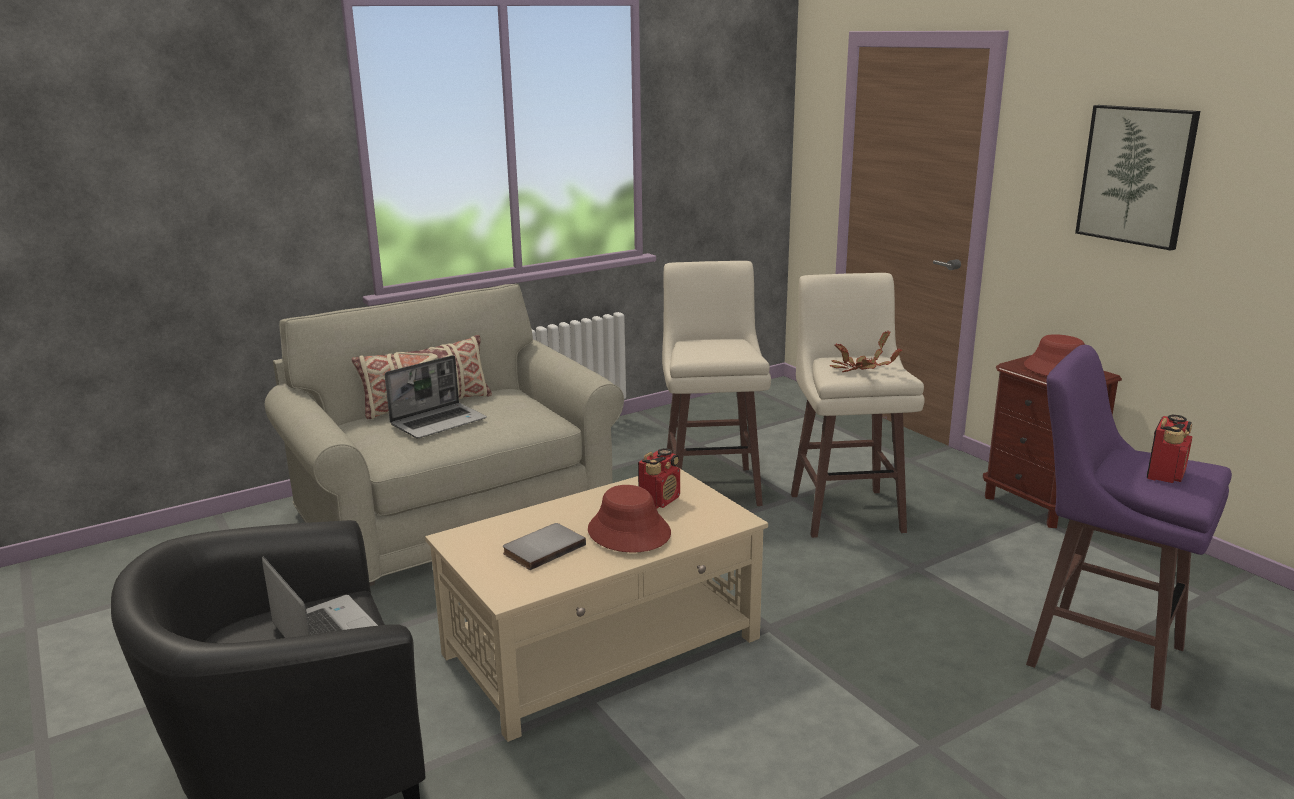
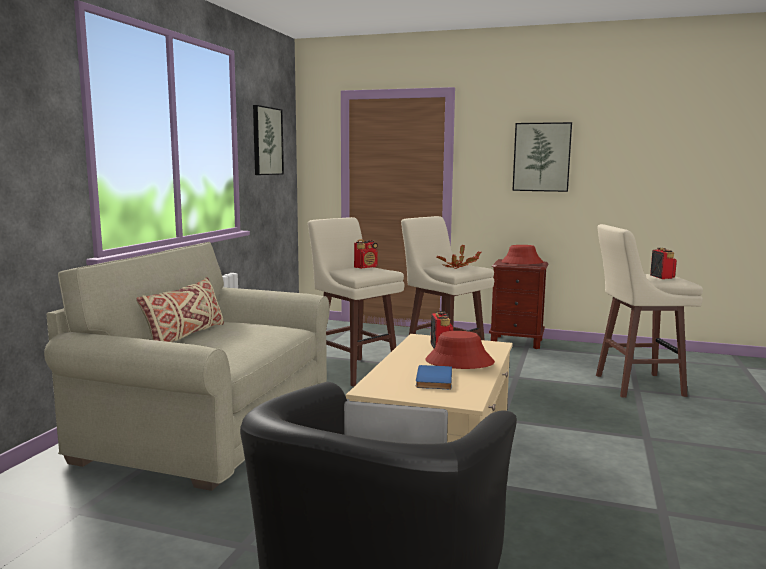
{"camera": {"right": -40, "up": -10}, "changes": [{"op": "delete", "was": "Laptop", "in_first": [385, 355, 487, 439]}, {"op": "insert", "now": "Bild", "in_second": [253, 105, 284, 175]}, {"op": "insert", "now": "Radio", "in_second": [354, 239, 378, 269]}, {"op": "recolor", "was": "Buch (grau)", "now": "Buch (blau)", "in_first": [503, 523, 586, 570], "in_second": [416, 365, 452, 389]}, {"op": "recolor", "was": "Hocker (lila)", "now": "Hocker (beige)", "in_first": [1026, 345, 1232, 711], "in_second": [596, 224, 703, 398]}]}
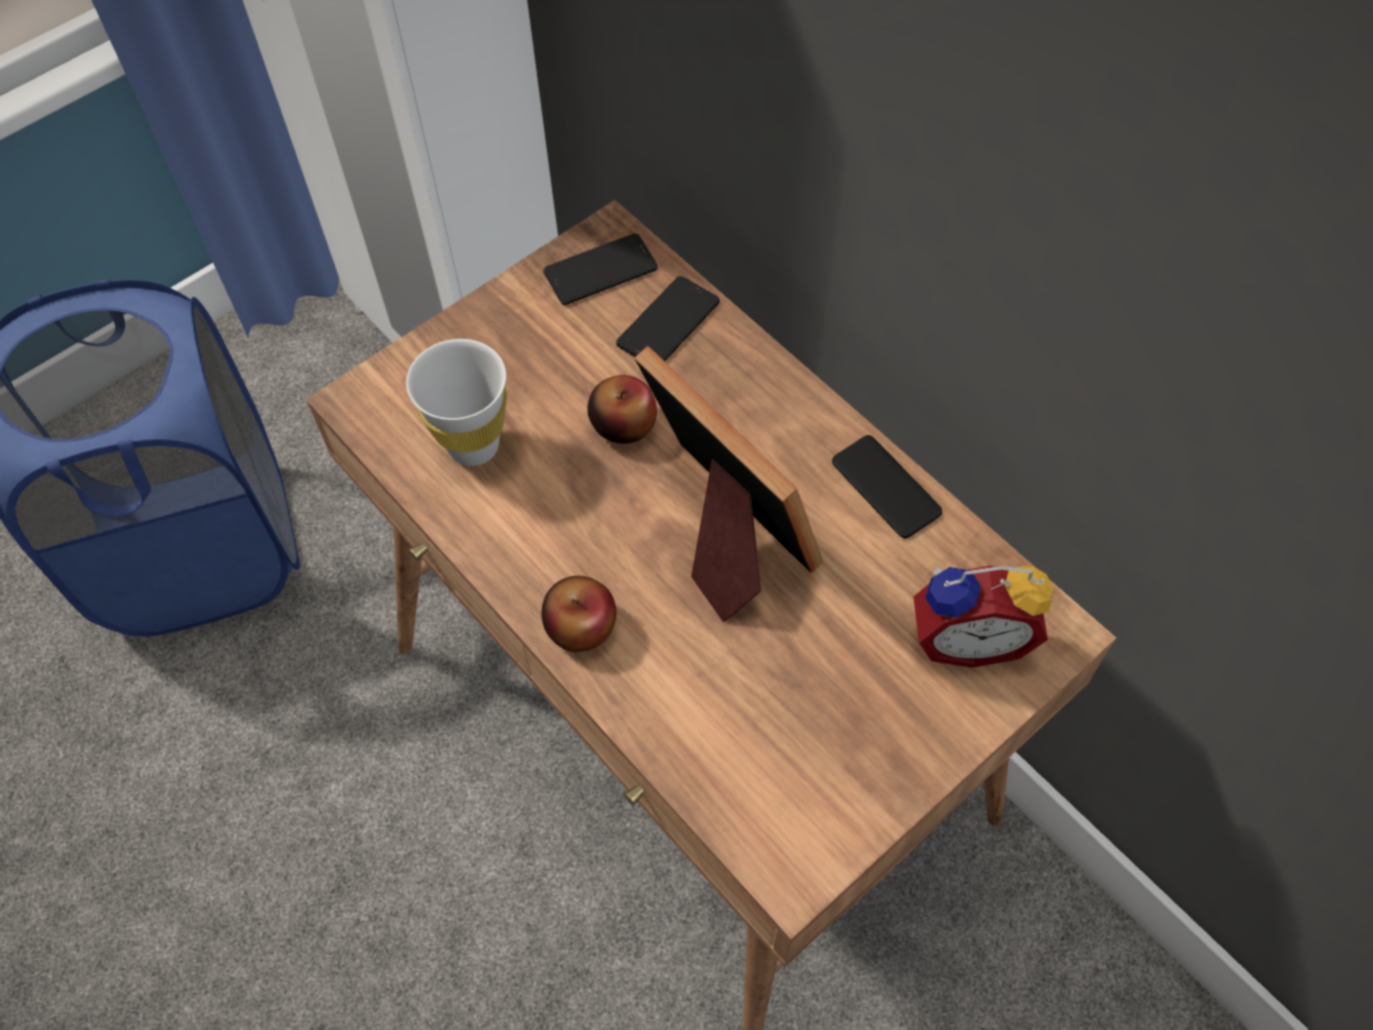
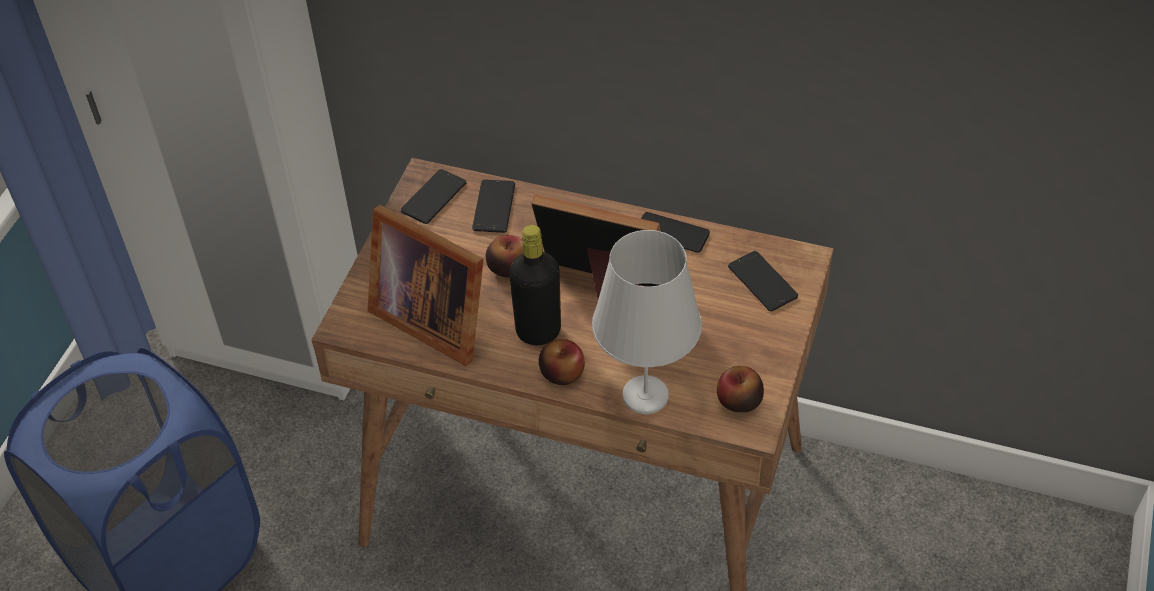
{"camera": {"right": -30, "up": -10}, "changes": [{"op": "insert", "now": "Flasche (schwarz)", "in_second": [509, 225, 561, 345]}, {"op": "insert", "now": "Tischlampe (weiß)", "in_second": [592, 230, 702, 414]}, {"op": "insert", "now": "Apfel", "in_second": [717, 366, 764, 412]}, {"op": "replace", "was": "Tasse (weiß)", "now": "Bilderrahmen", "in_first": [406, 339, 507, 466], "in_second": [368, 205, 484, 366]}, {"op": "replace", "was": "Wecker", "now": "Handy", "in_first": [913, 565, 1054, 668], "in_second": [728, 251, 798, 311]}]}
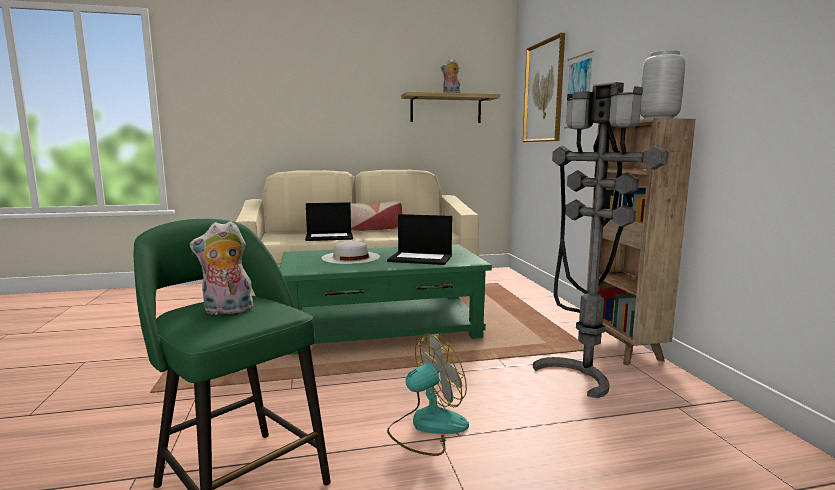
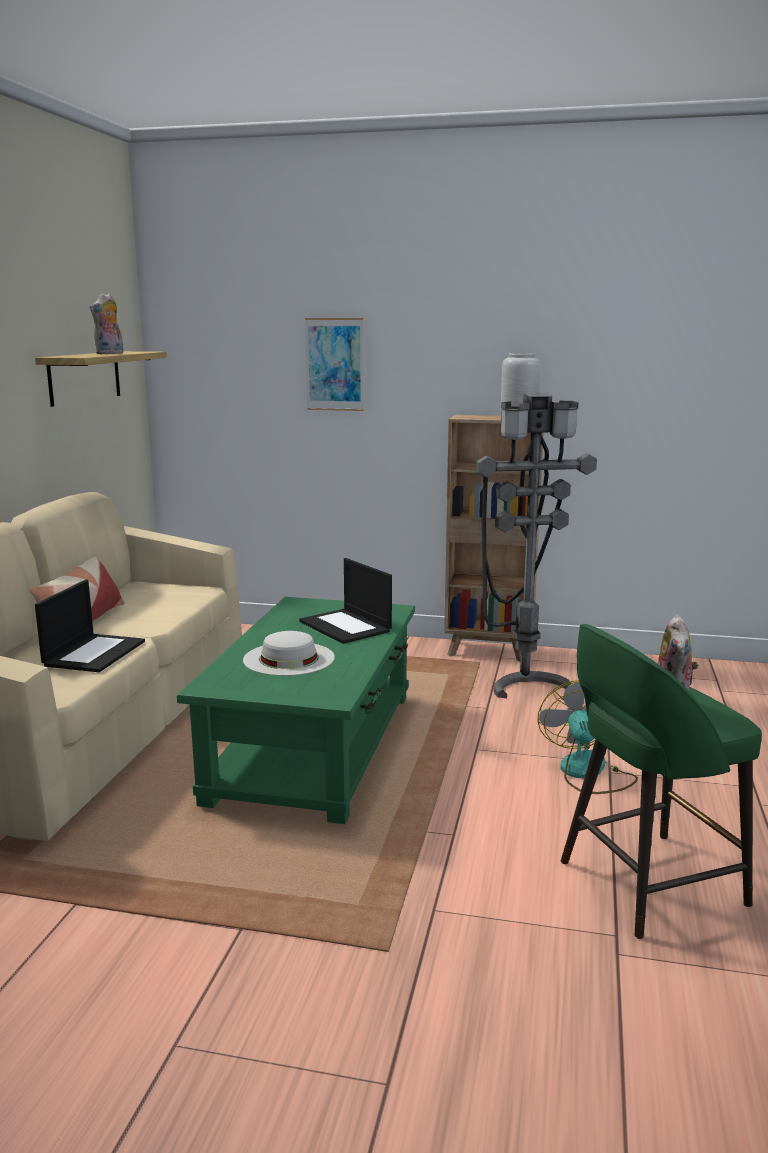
{"camera": {"right": -65, "up": 5}, "changes": [{"op": "delete", "was": "Bild", "in_first": [523, 33, 565, 142]}, {"op": "rotate", "was": "Laptop", "in_first": [387, 214, 452, 265], "in_second": [299, 558, 392, 644], "clockwise": 105}]}
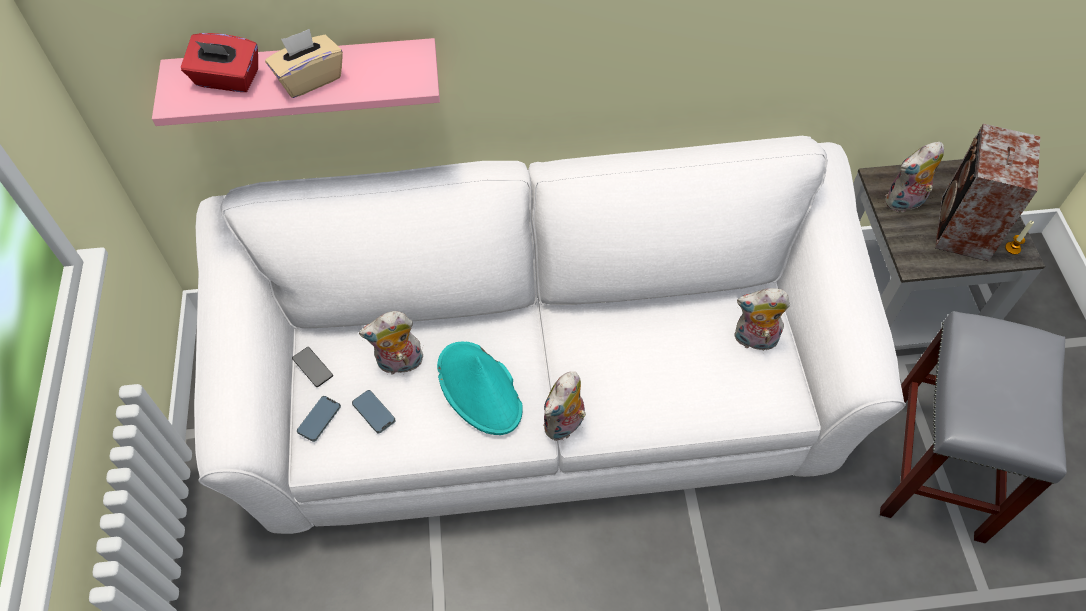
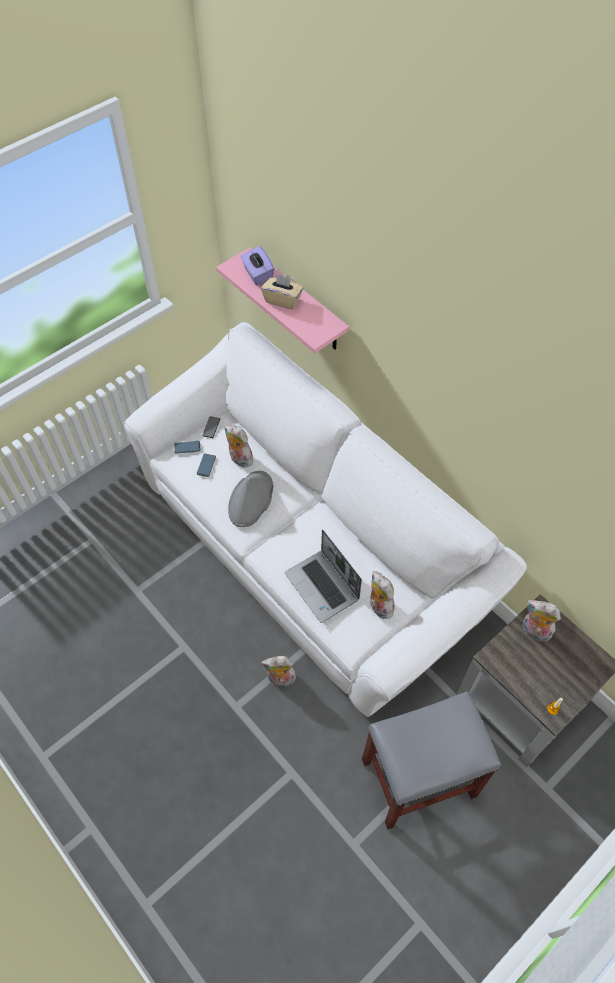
{"camera": {"right": 55, "up": 0}, "changes": [{"op": "delete", "was": "Lautsprecher", "in_first": [935, 124, 1040, 262]}, {"op": "insert", "now": "Laptop", "in_second": [285, 529, 362, 623]}, {"op": "move", "was": "Plüschtier", "in_first": [543, 371, 586, 441], "in_second": [261, 656, 296, 687]}, {"op": "recolor", "was": "Taschentuchbox (rot)", "now": "Taschentuchbox (lila)", "in_first": [181, 33, 258, 92], "in_second": [241, 246, 274, 285]}, {"op": "recolor", "was": "Hut (türkis)", "now": "Hut (grau)", "in_first": [437, 342, 523, 435], "in_second": [228, 471, 273, 527]}]}
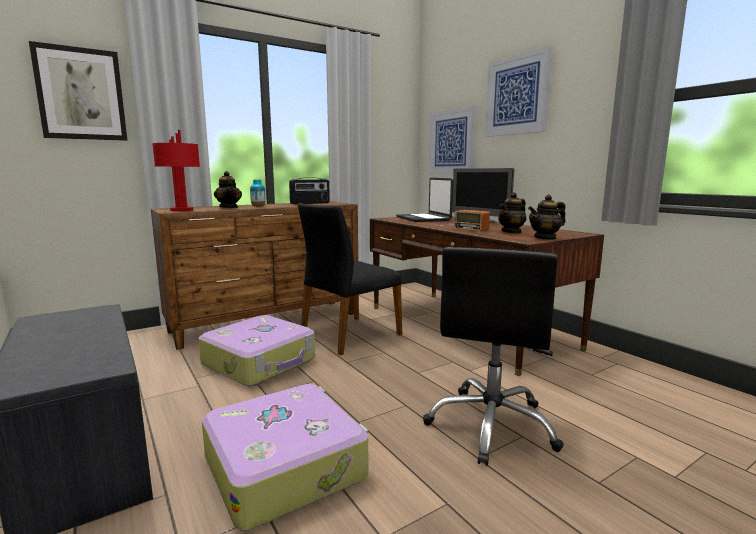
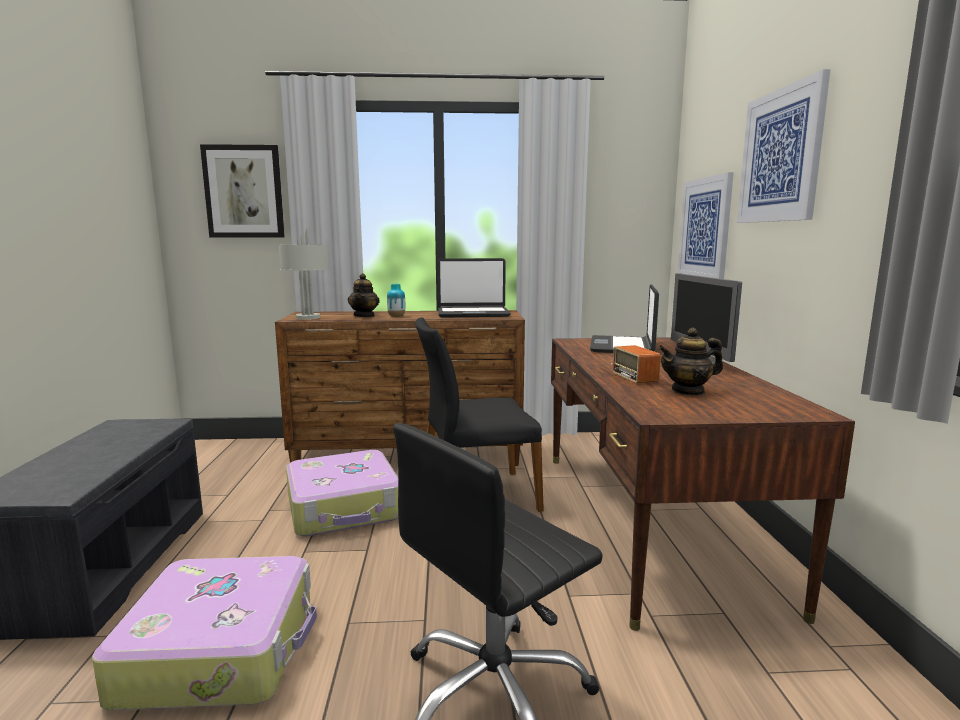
{"camera": {"right": 30, "up": 0}, "changes": [{"op": "delete", "was": "Teekanne", "in_first": [528, 194, 566, 240]}, {"op": "replace", "was": "Radio", "now": "Laptop", "in_first": [289, 178, 330, 205], "in_second": [438, 258, 511, 318]}, {"op": "recolor", "was": "Tischlampe (rot)", "now": "Tischlampe (grau)", "in_first": [152, 130, 200, 211], "in_second": [279, 229, 329, 320]}]}
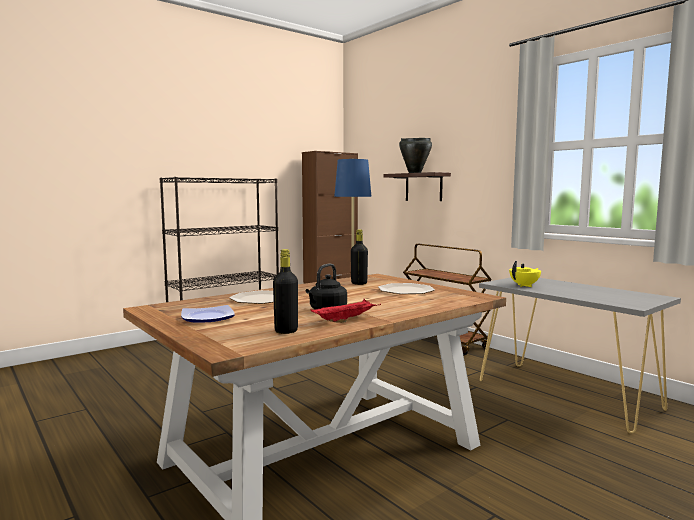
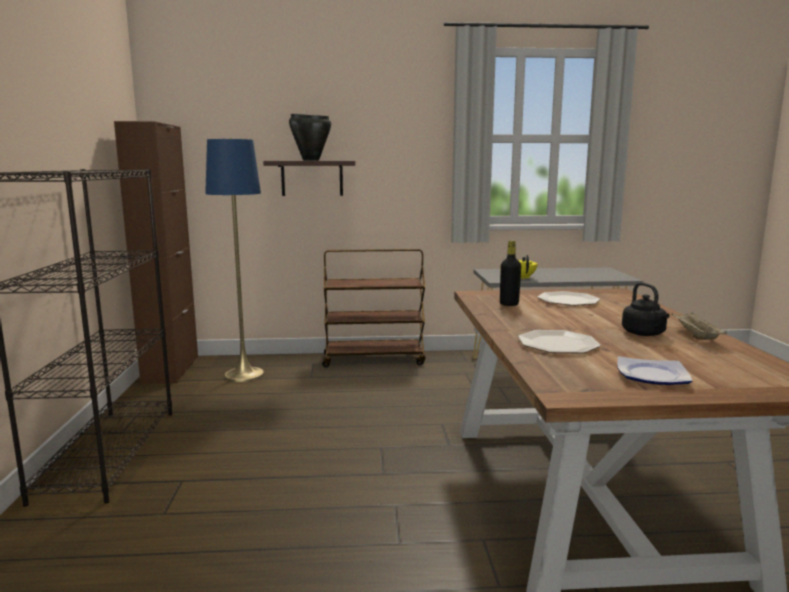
{"camera": {"right": -55, "up": 5}, "changes": [{"op": "delete", "was": "Flasche (schwarz)", "in_first": [273, 249, 298, 334]}, {"op": "recolor", "was": "Tablett (rot)", "now": "Tablett (beige)", "in_first": [311, 299, 381, 323], "in_second": [671, 312, 727, 340]}]}
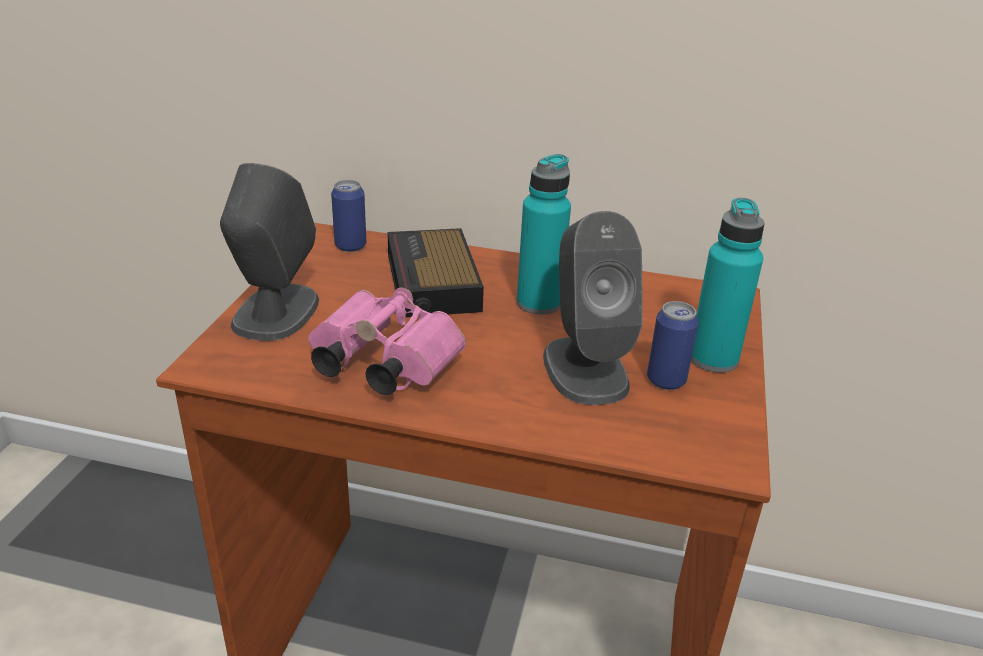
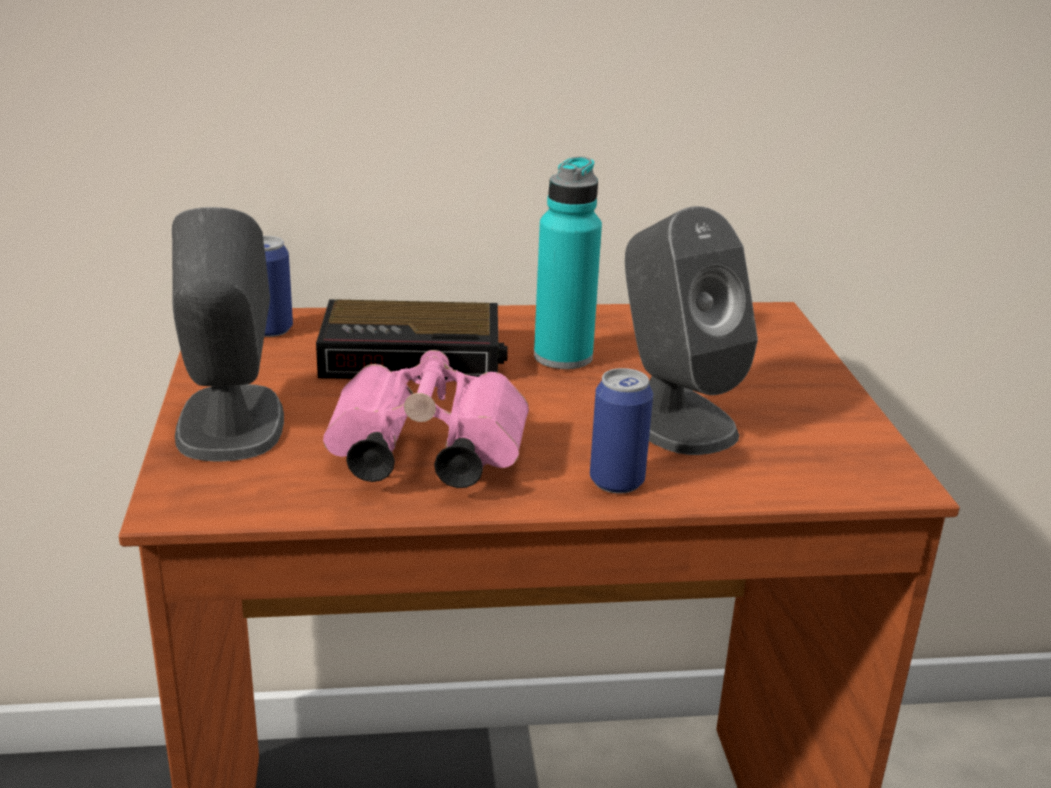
{"camera": {"right": -20, "up": -5}, "changes": [{"op": "delete", "was": "Flasche (türkis)", "in_first": [691, 198, 765, 373]}, {"op": "move", "was": "Dose", "in_first": [647, 301, 699, 390], "in_second": [590, 368, 653, 494]}, {"op": "rotate", "was": "Wecker", "in_first": [388, 228, 484, 317], "in_second": [316, 299, 508, 381], "clockwise": -60}]}
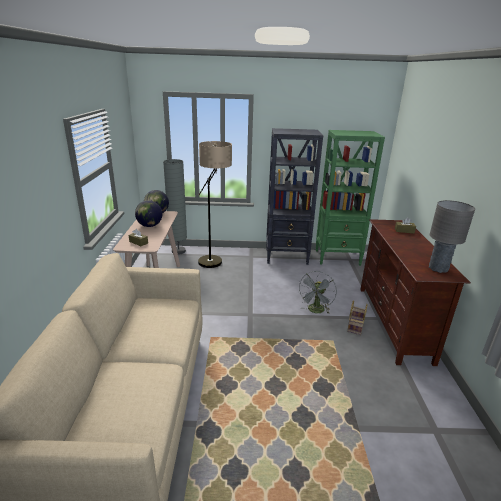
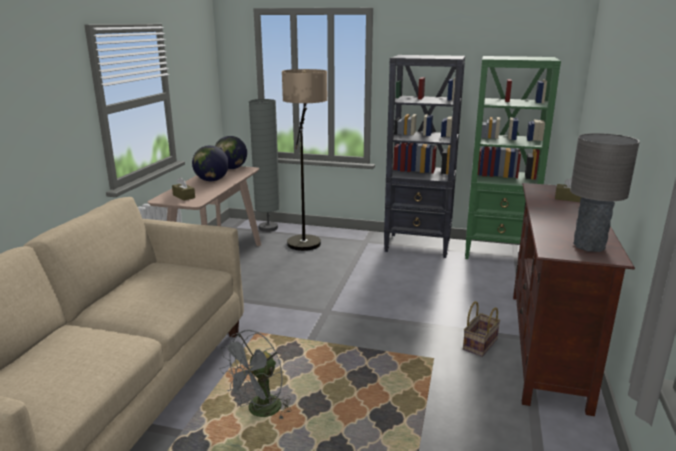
{"camera": {"right": 15, "up": -5}, "changes": [{"op": "move", "was": "Ventilator (grau)", "in_first": [298, 271, 337, 314], "in_second": [220, 330, 291, 421]}]}
